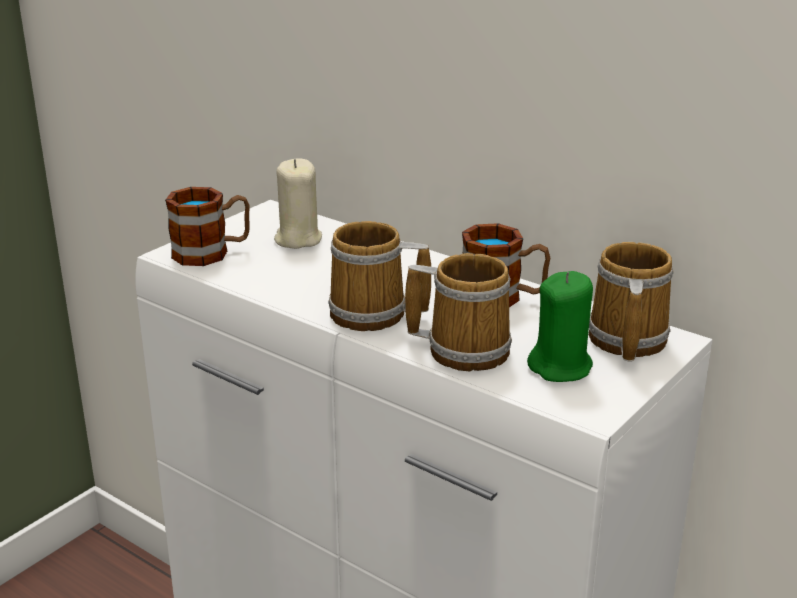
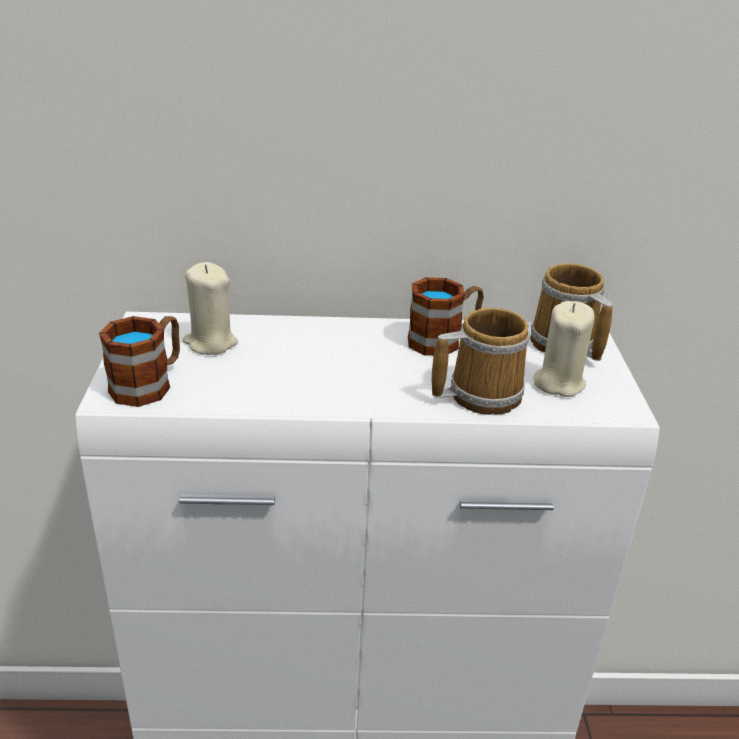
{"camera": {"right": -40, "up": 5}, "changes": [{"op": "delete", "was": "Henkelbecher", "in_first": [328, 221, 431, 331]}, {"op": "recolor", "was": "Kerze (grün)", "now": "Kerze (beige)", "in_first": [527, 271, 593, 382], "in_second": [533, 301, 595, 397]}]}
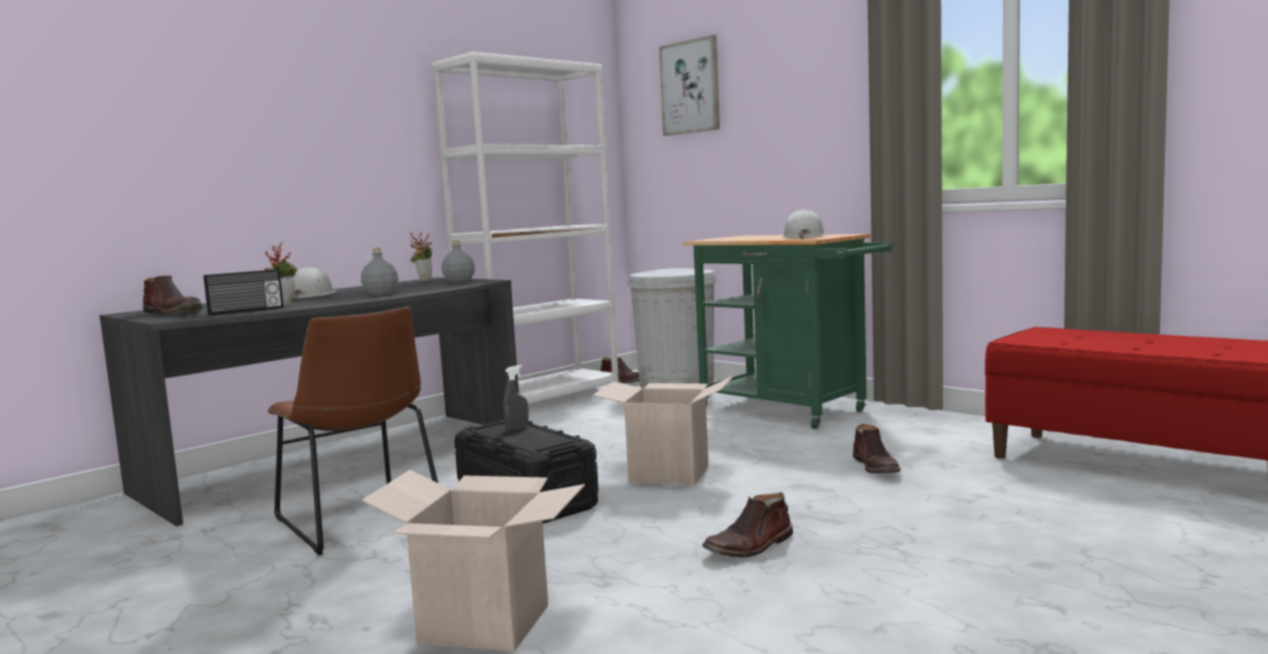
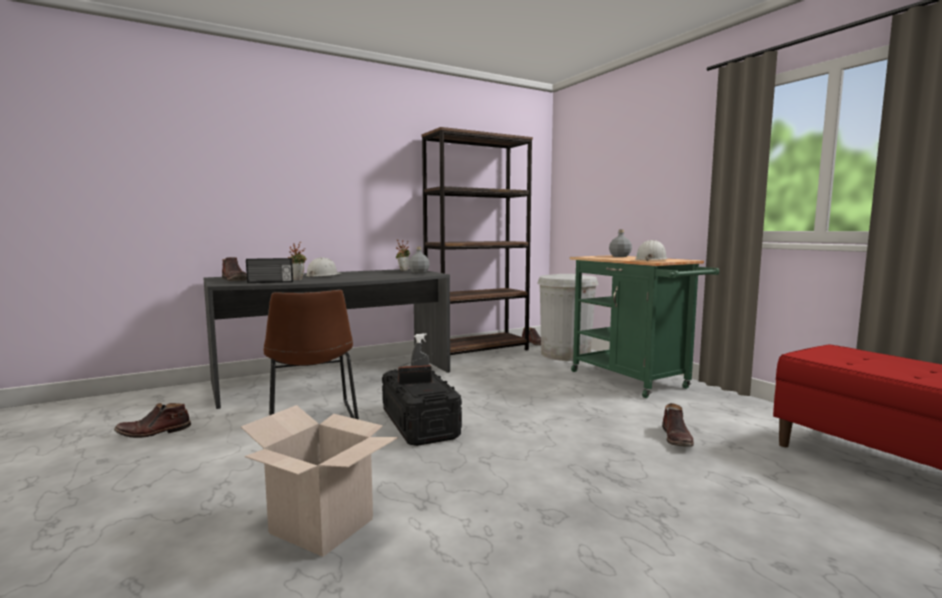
{"camera": {"right": 15, "up": 0}, "changes": [{"op": "delete", "was": "Karton", "in_first": [593, 376, 734, 486]}, {"op": "delete", "was": "Bild", "in_first": [659, 35, 720, 136]}, {"op": "insert", "now": "Radio", "in_second": [398, 353, 435, 385]}, {"op": "move", "was": "Flasche (grau)", "in_first": [361, 248, 399, 295], "in_second": [609, 230, 632, 257]}, {"op": "move", "was": "Stiefel (braun)", "in_first": [702, 492, 793, 557], "in_second": [114, 403, 191, 438]}, {"op": "recolor", "was": "Bücherregal (weiß)", "now": "Bücherregal (braun)", "in_first": [432, 52, 619, 404], "in_second": [421, 127, 533, 355]}]}
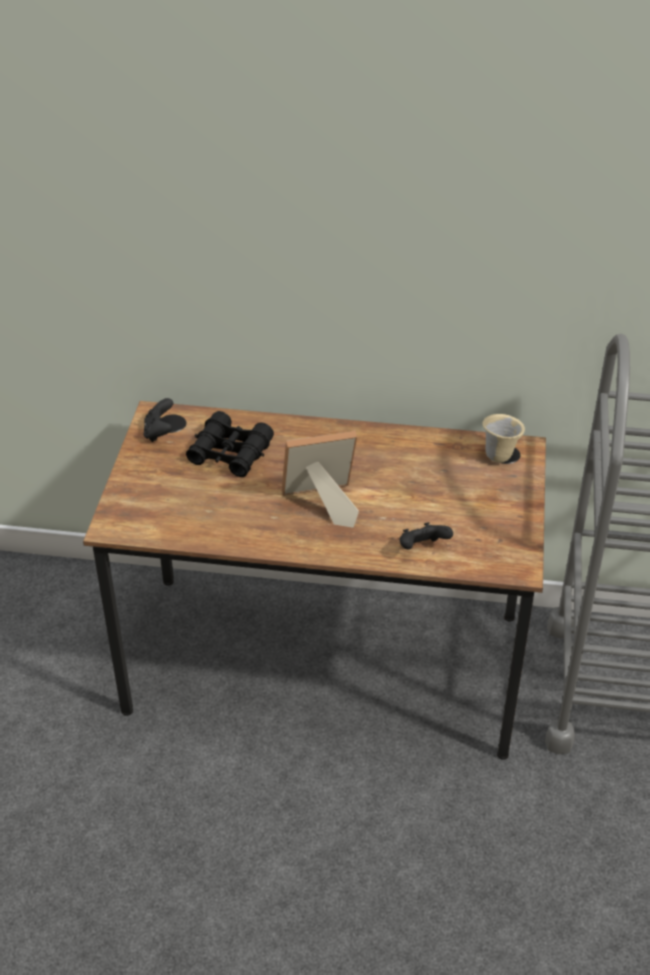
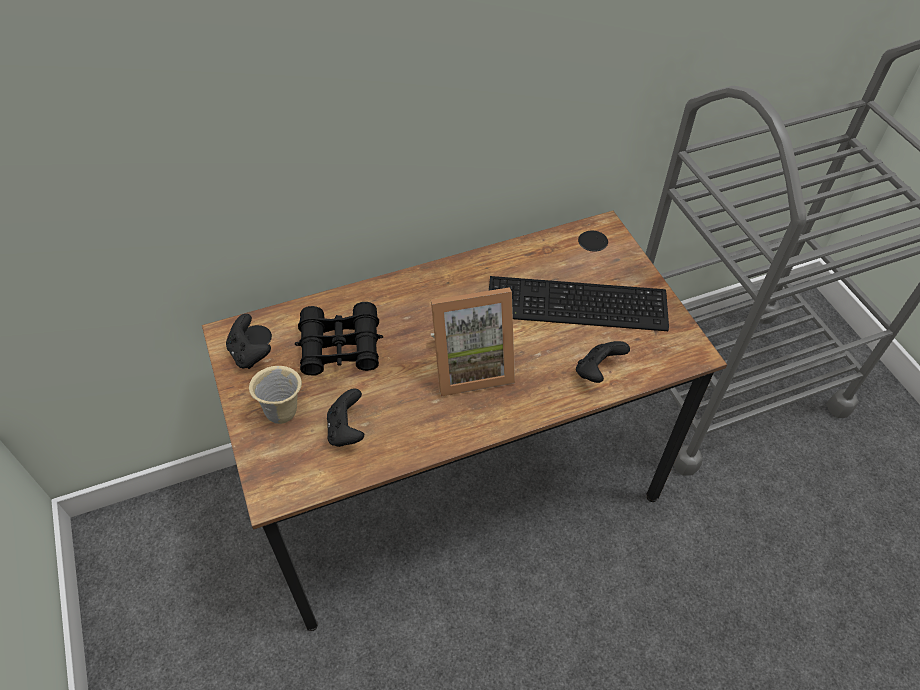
{"camera": {"right": -30, "up": 10}, "changes": [{"op": "insert", "now": "Gamepad (schwarz)", "in_second": [327, 388, 364, 447]}, {"op": "insert", "now": "Tastatur", "in_second": [489, 276, 669, 331]}, {"op": "move", "was": "Henkelbecher (beige)", "in_first": [482, 414, 525, 463], "in_second": [249, 366, 302, 424]}, {"op": "rotate", "was": "Bilderrahmen", "in_first": [282, 431, 359, 528], "in_second": [431, 287, 515, 396], "clockwise": -150}]}
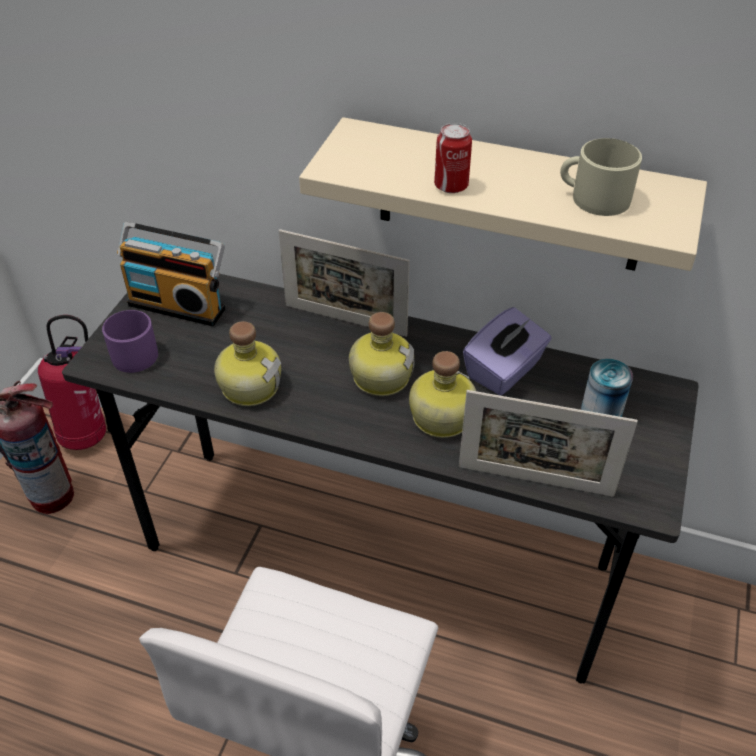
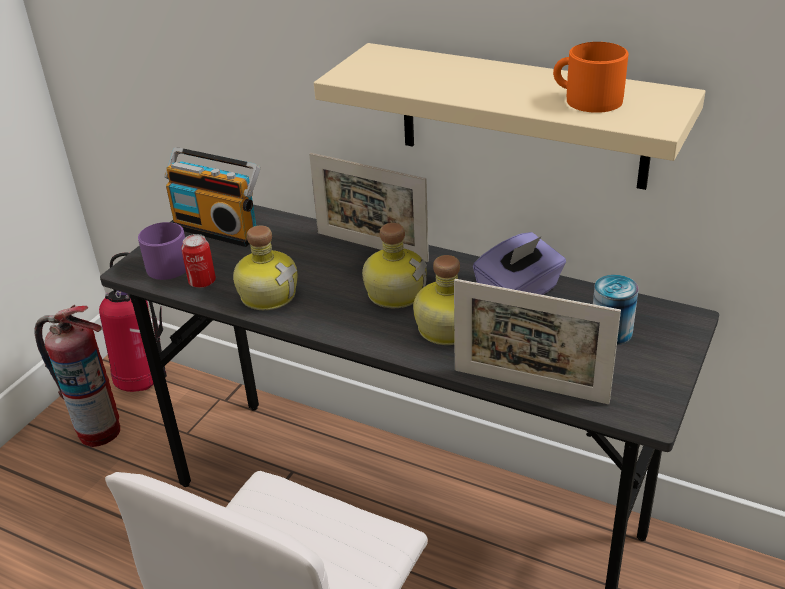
{"camera": {"right": 10, "up": -10}, "changes": [{"op": "move", "was": "Dose", "in_first": [434, 123, 472, 193], "in_second": [181, 234, 216, 288]}, {"op": "recolor", "was": "Henkelbecher (beige)", "now": "Henkelbecher (orange)", "in_first": [560, 138, 642, 216], "in_second": [553, 42, 628, 113]}]}
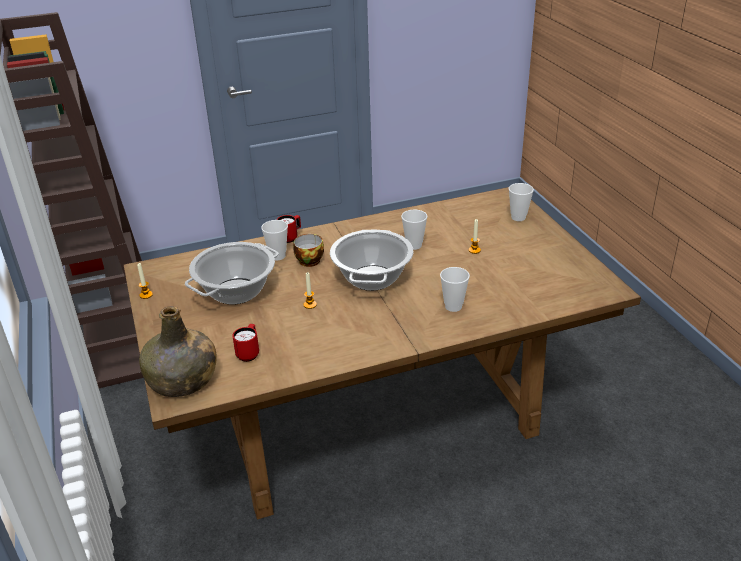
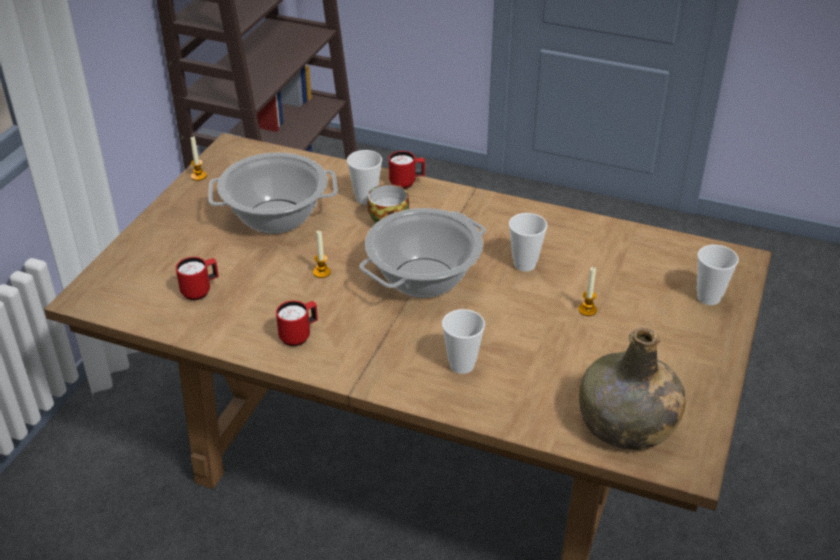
{"camera": {"right": 40, "up": 5}, "changes": [{"op": "insert", "now": "Henkelbecher (rot)", "in_second": [276, 301, 318, 346]}, {"op": "move", "was": "Flasche (grün)", "in_first": [139, 306, 217, 397], "in_second": [579, 328, 686, 450]}]}
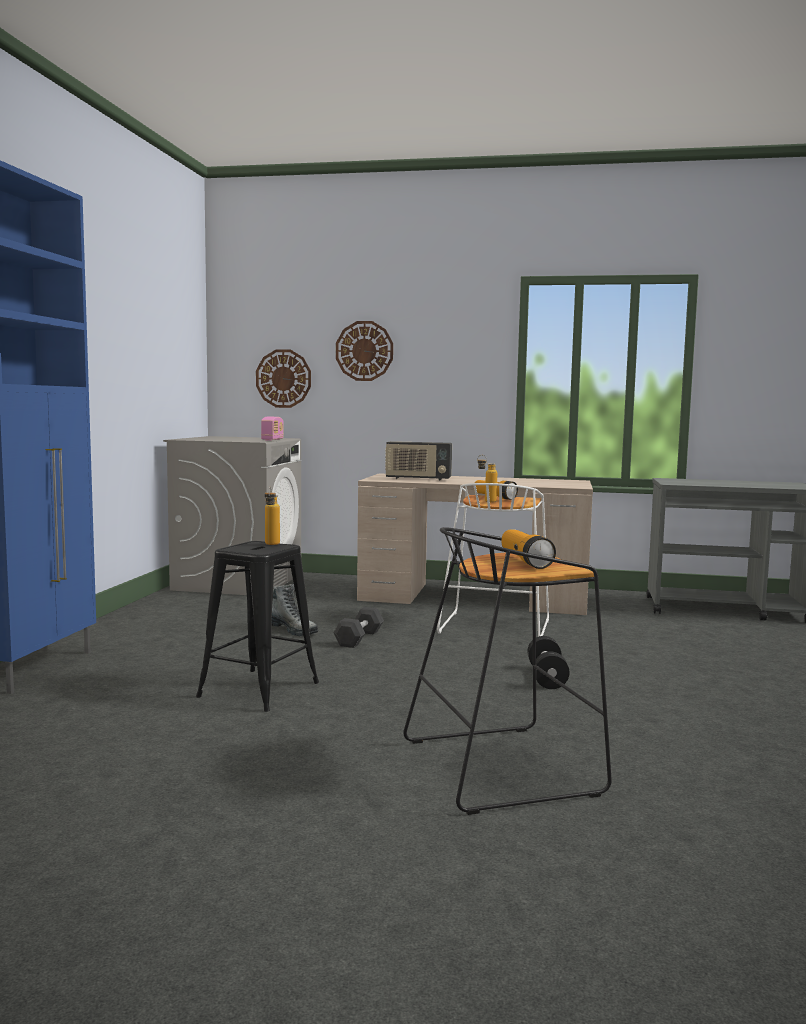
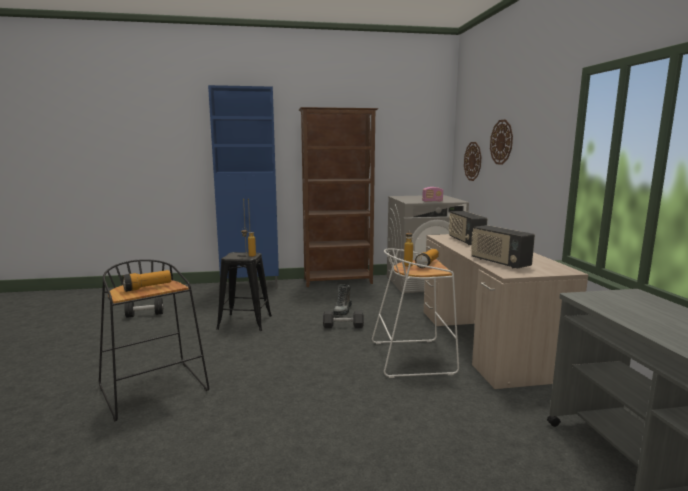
{"camera": {"right": 70, "up": 5}, "changes": [{"op": "insert", "now": "Bücherregal (braun)", "in_second": [299, 107, 379, 287]}, {"op": "insert", "now": "Radio", "in_second": [471, 225, 535, 269]}, {"op": "move", "was": "Hantel (schwarz)", "in_first": [527, 636, 570, 689], "in_second": [124, 298, 164, 318]}]}
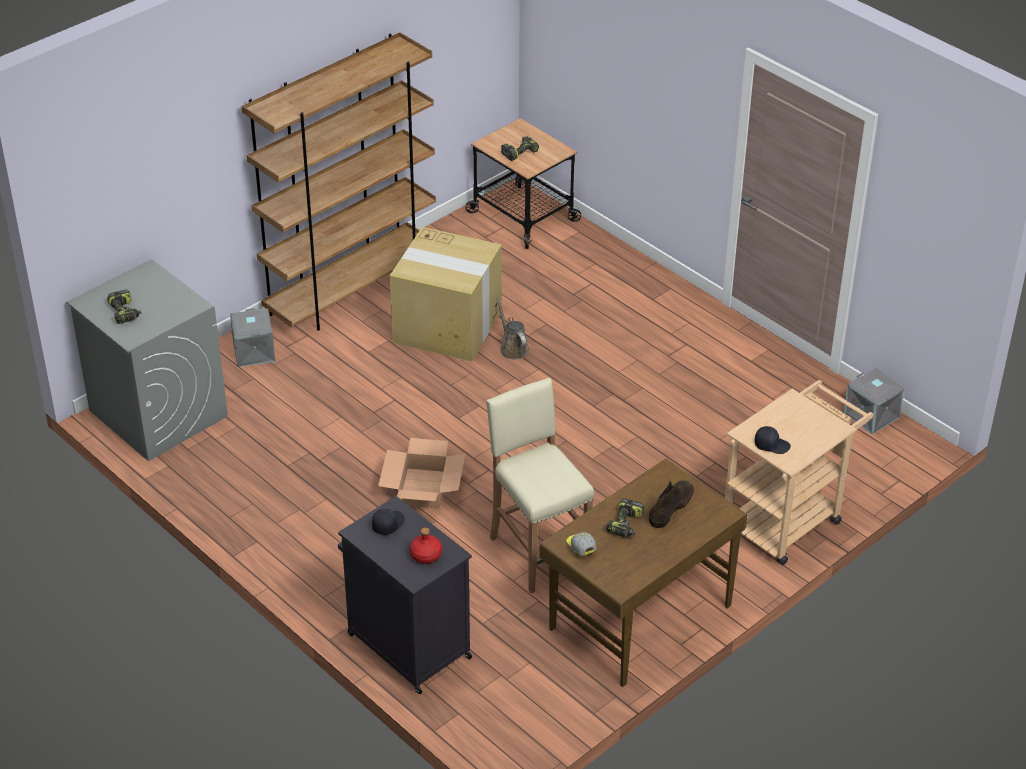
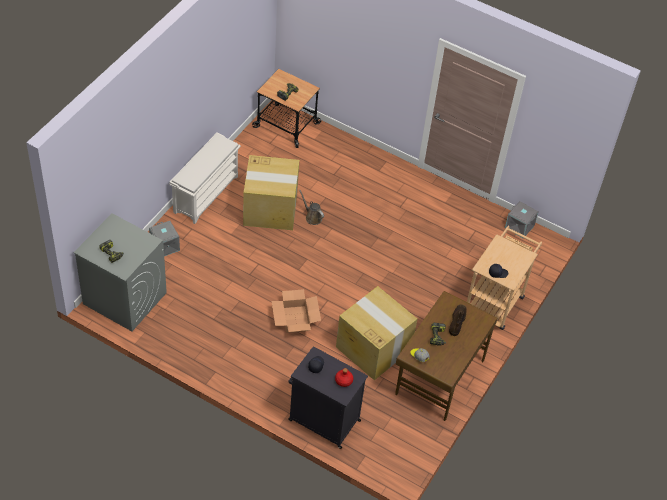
{"camera": {"right": -20, "up": 10}, "changes": [{"op": "replace", "was": "Bücherregal (braun)", "now": "Schuhregal (weiß)", "in_first": [242, 33, 436, 330], "in_second": [169, 132, 241, 224]}, {"op": "replace", "was": "Hocker (beige)", "now": "Karton", "in_first": [486, 378, 594, 593], "in_second": [336, 286, 417, 380]}]}
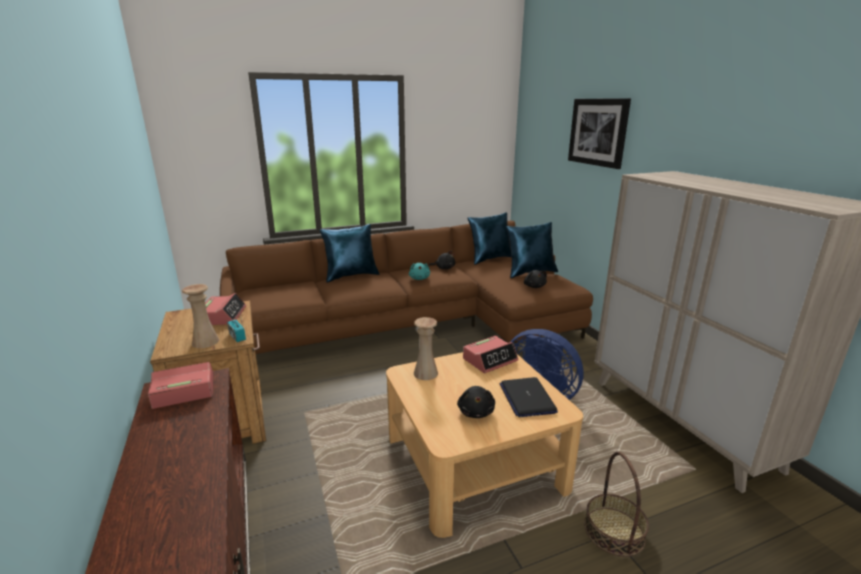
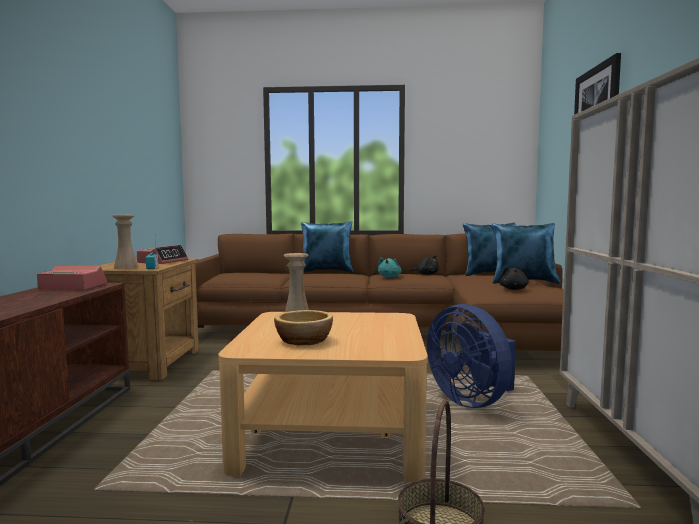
{"camera": {"right": 25, "up": -15}, "changes": [{"op": "delete", "was": "Wecker", "in_first": [463, 336, 518, 373]}, {"op": "delete", "was": "Laptop", "in_first": [499, 377, 558, 417]}, {"op": "replace", "was": "Plüschtier (schwarz)", "now": "Schüssel", "in_first": [457, 386, 495, 418], "in_second": [274, 310, 333, 346]}]}
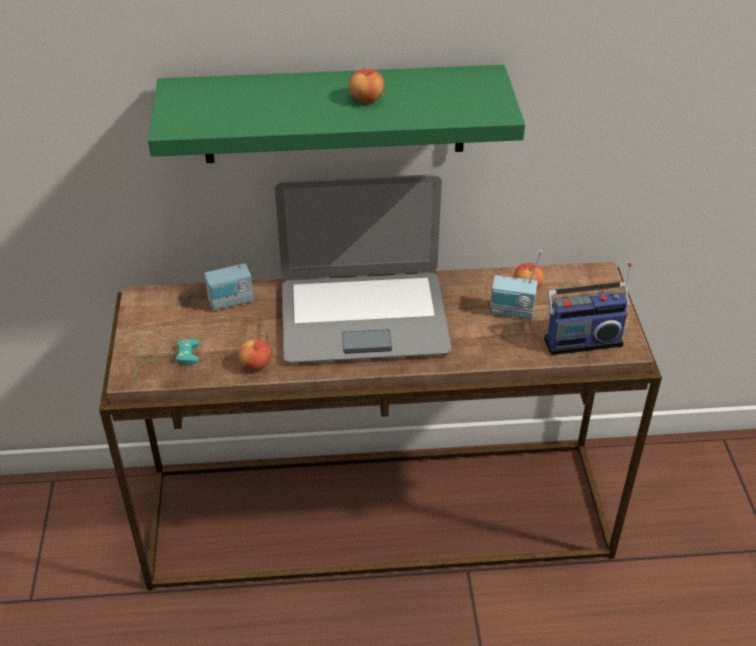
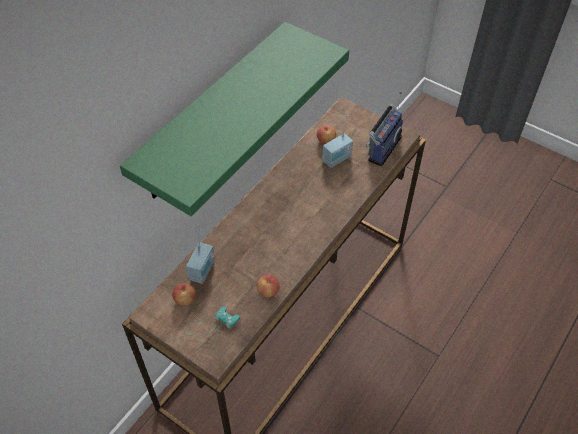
{"camera": {"right": -50, "up": 10}, "changes": [{"op": "delete", "was": "Laptop", "in_first": [275, 174, 451, 363]}, {"op": "move", "was": "Apfel", "in_first": [349, 67, 384, 103], "in_second": [172, 283, 196, 306]}]}
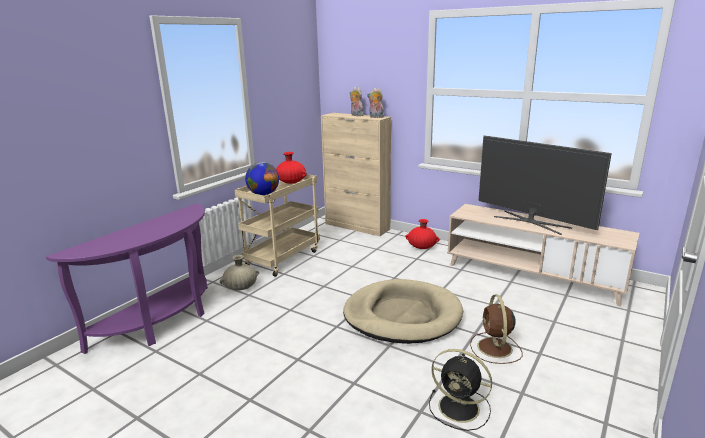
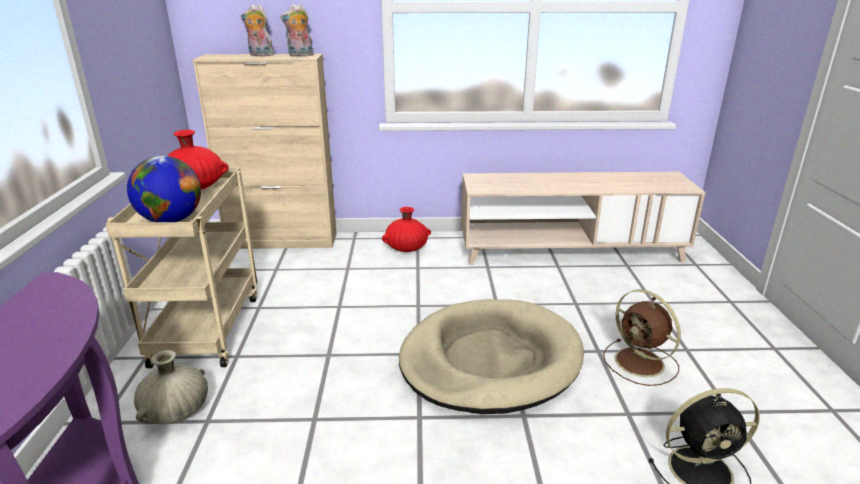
{"camera": {"right": -35, "up": 5}, "changes": [{"op": "delete", "was": "Fernseher", "in_first": [478, 135, 612, 235]}]}
